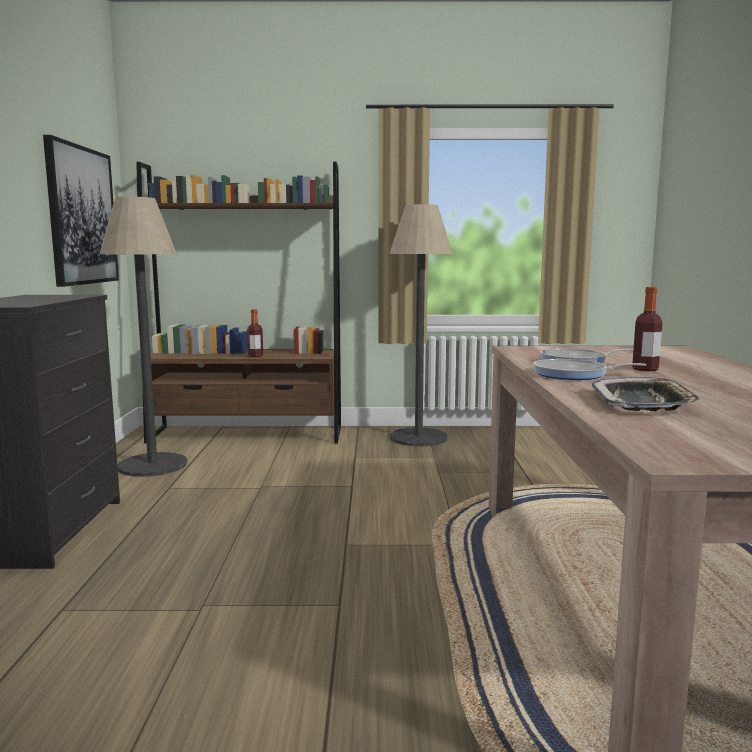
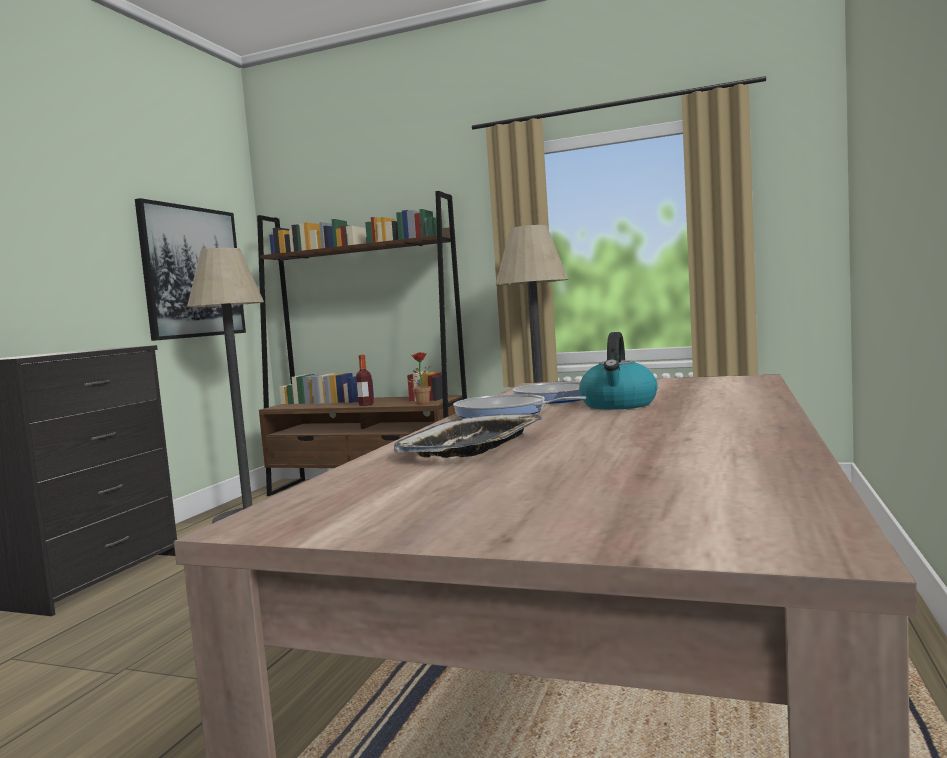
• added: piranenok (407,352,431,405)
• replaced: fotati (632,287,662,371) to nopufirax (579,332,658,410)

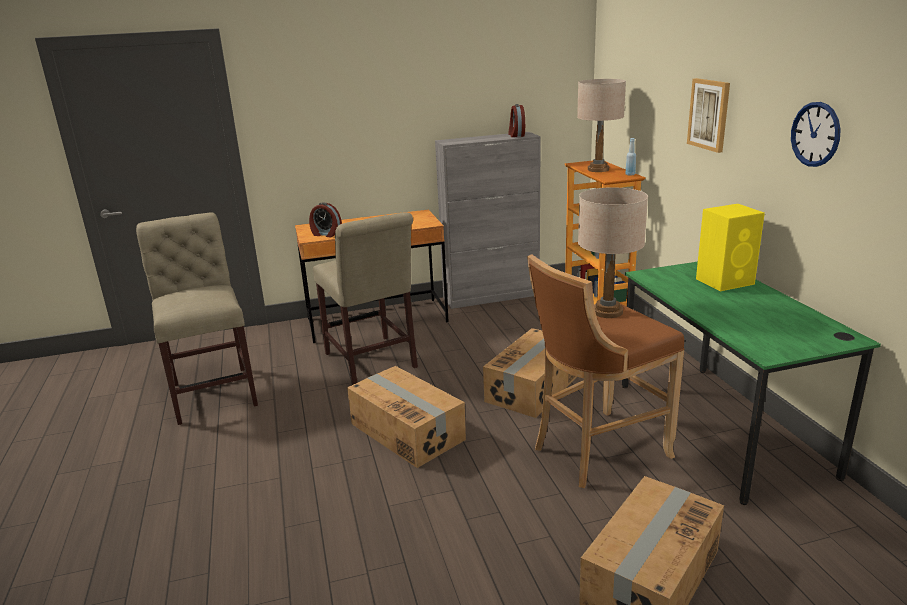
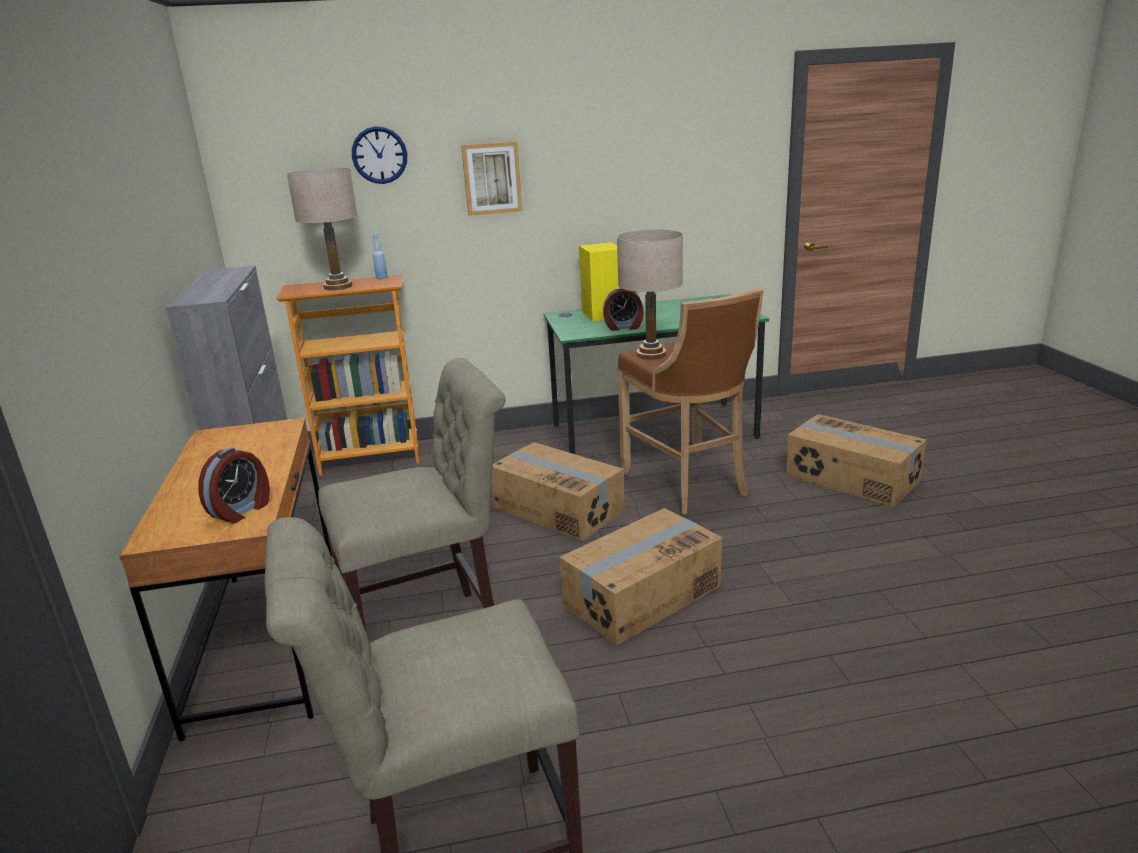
• moved: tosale (791,102,841,167) to (352,126,407,184)
• moved: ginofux (508,104,525,137) to (603,288,644,331)

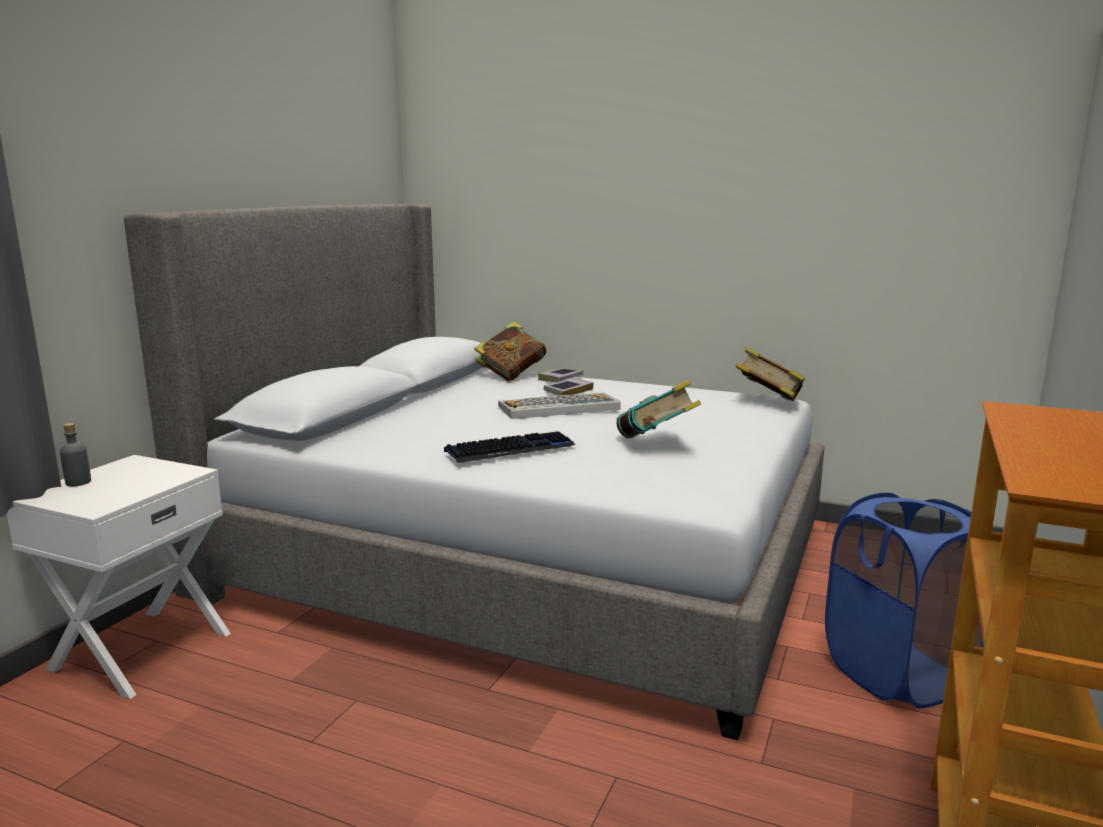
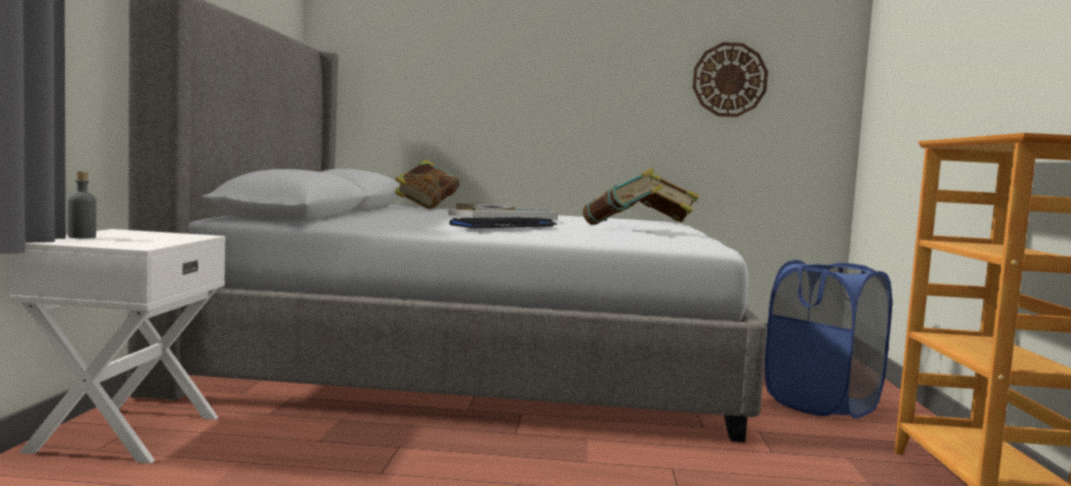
• added: tosale (693,42,768,117)

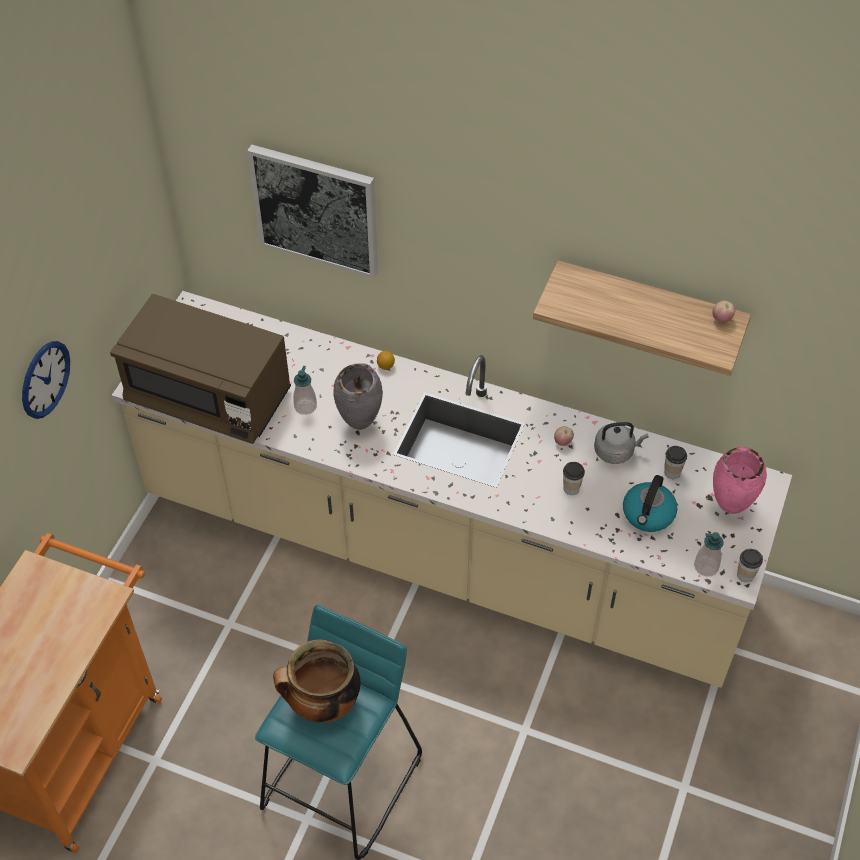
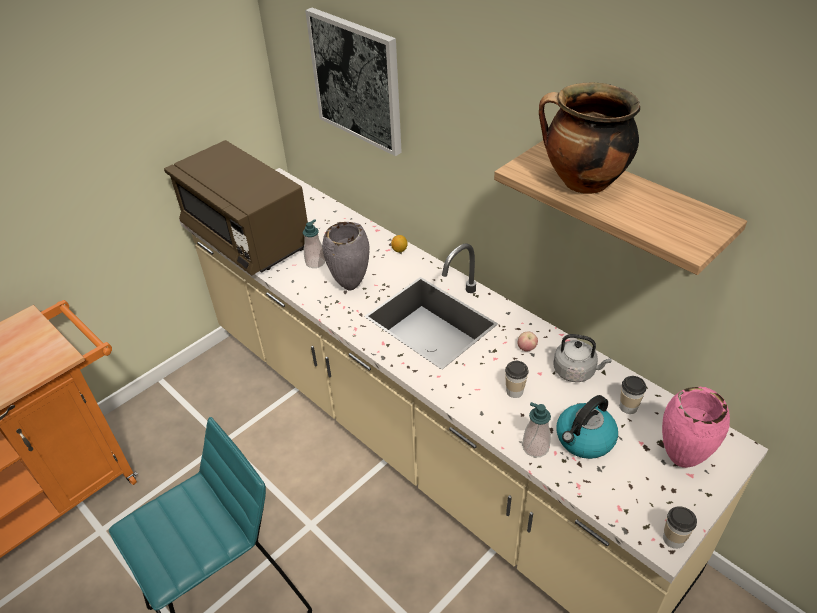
• moved: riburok (694,532,724,576) to (522,402,551,457)
• moved: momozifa (273,639,361,723) to (539,83,640,194)
• removed: tosale (22,341,70,419)
• removed: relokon (713,300,735,323)

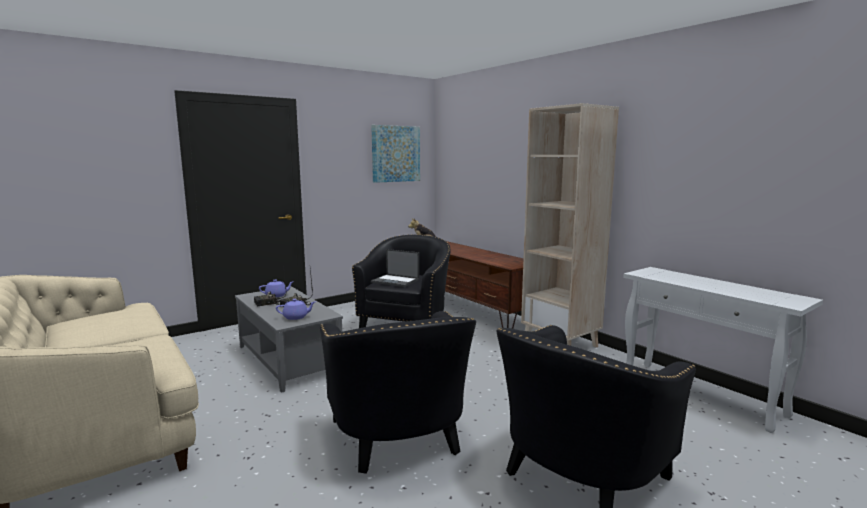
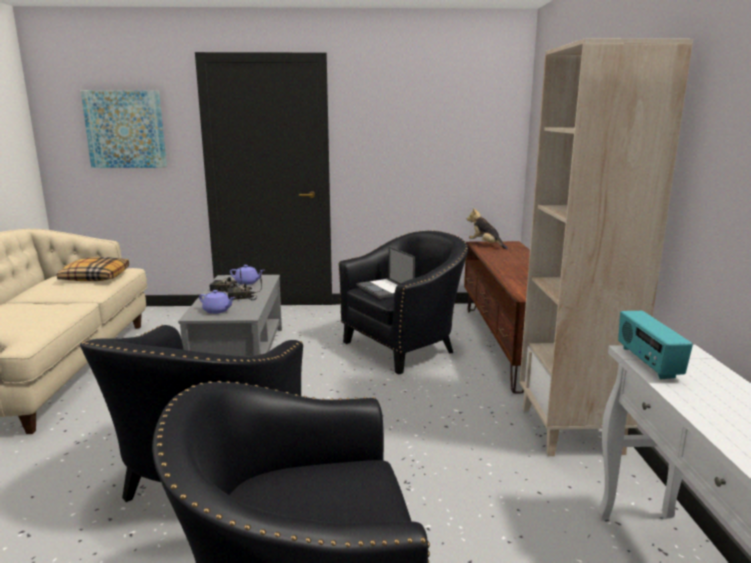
• added: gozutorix (57,257,129,281)
• moved: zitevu (371,125,420,183) to (81,90,167,168)
• added: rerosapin (618,311,693,379)

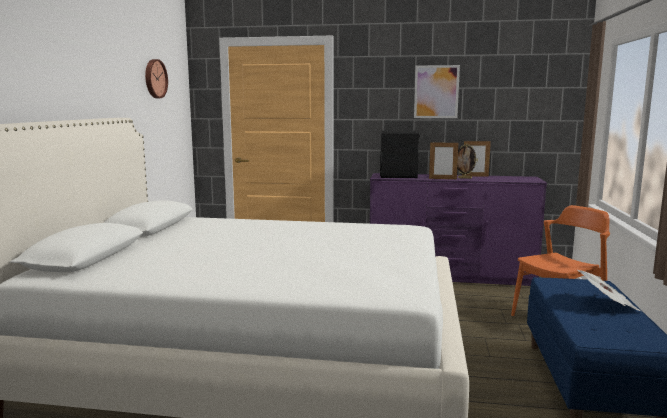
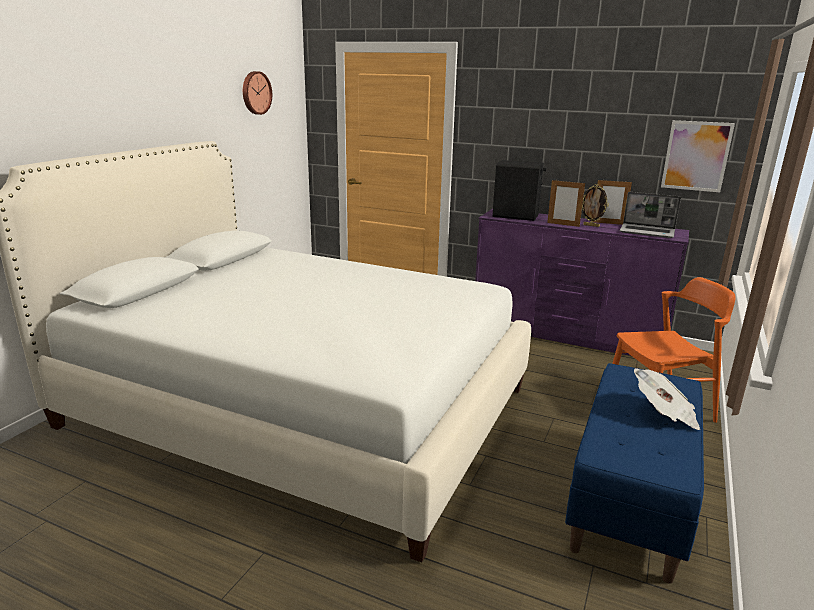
• added: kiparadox (619,192,681,238)
• moved: zitevu (414,65,460,118) to (661,120,735,192)

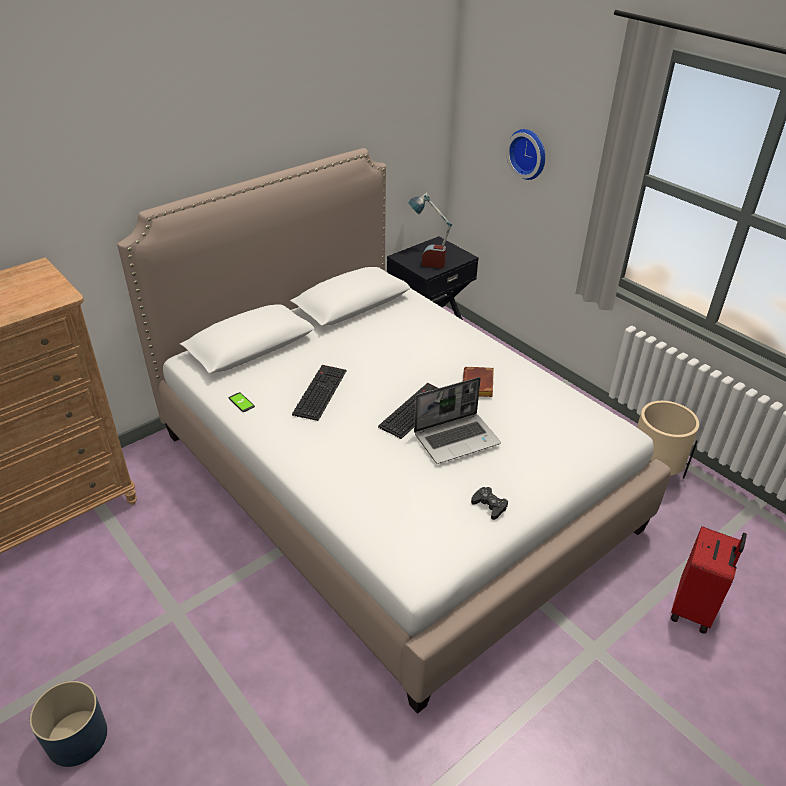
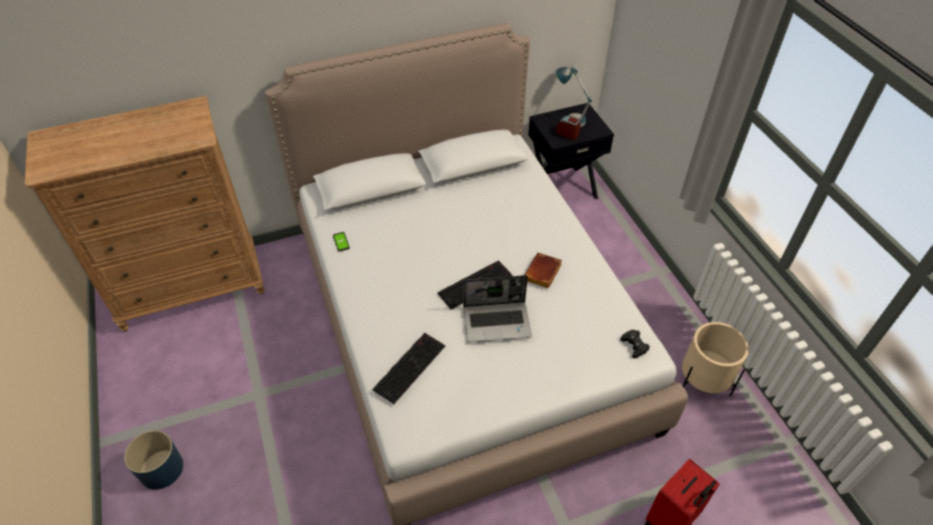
• moved: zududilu (292,365,347,421) to (373,333,445,404)
• moved: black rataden (471,487,508,520) to (621,330,650,358)
• removed: tosale (506,129,545,180)

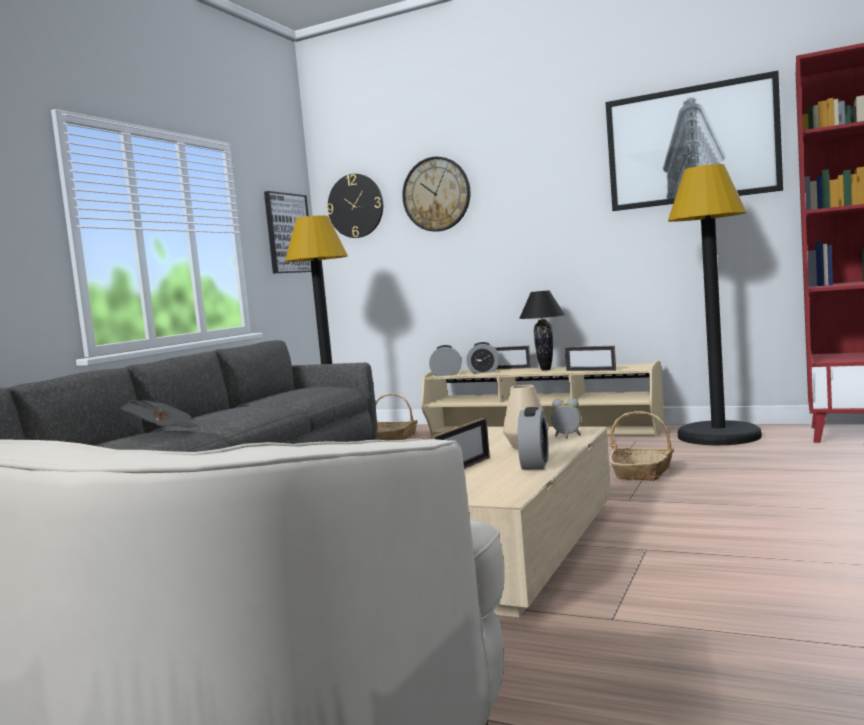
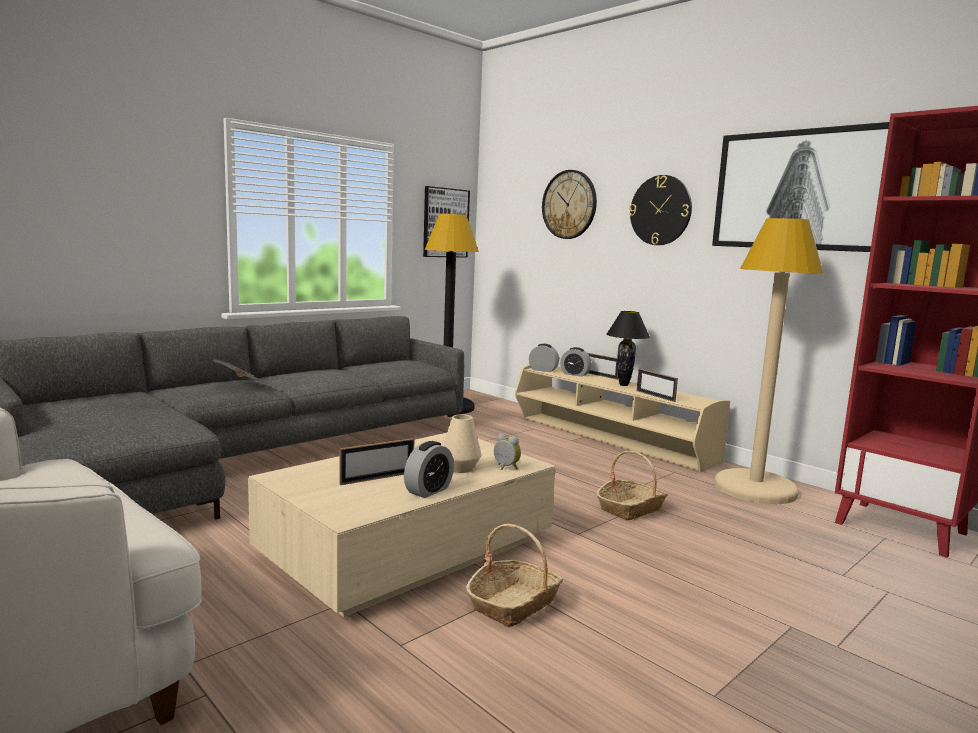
• moved: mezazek (374,394,417,440) to (466,524,563,627)
• moved: tosale (327,174,383,238) to (629,175,692,245)
• recoloured: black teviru (668,164,762,445) to beige teviru (714,218,824,504)

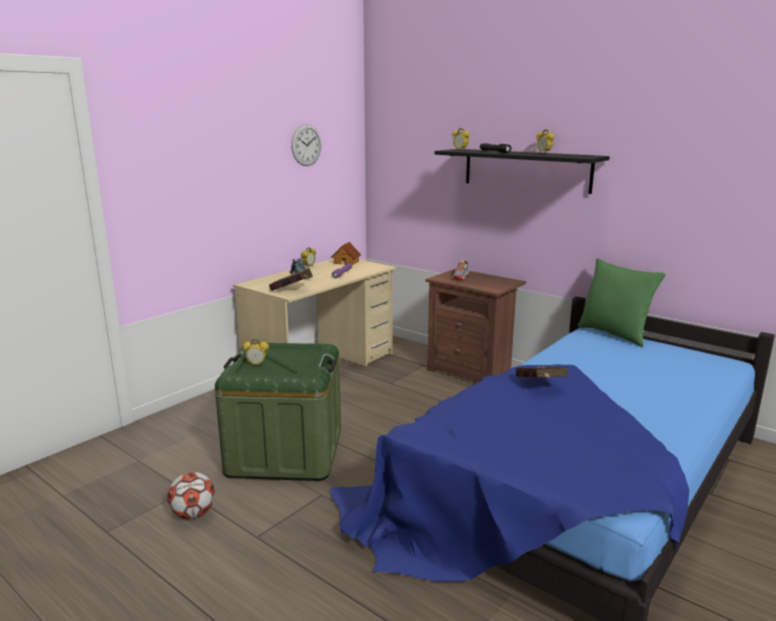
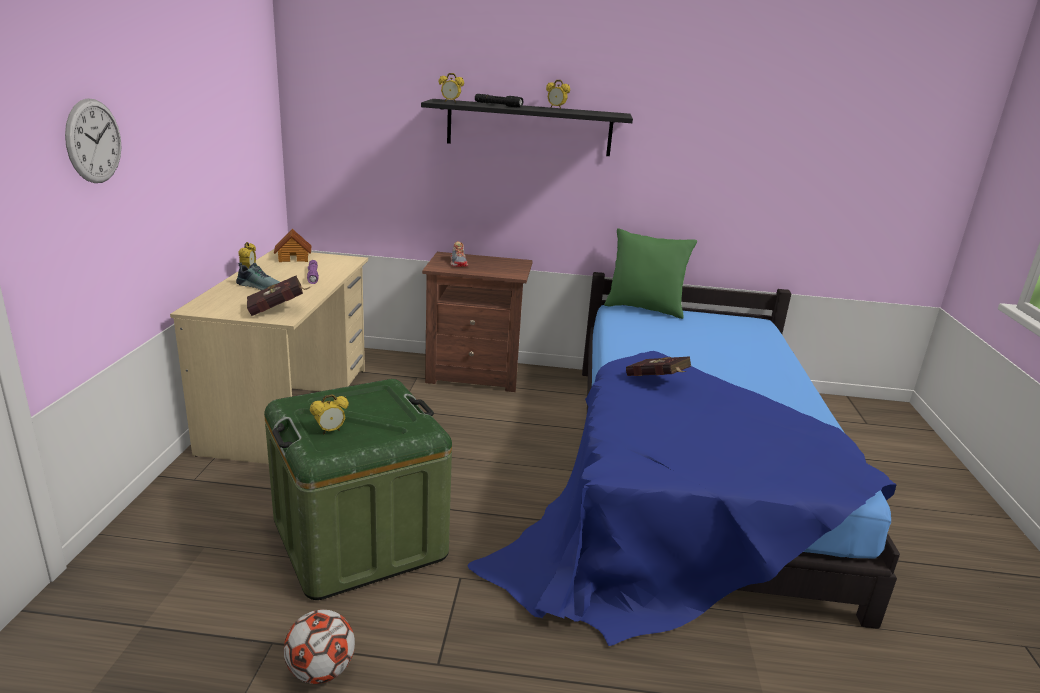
• moved: tosale (291,124,321,166) to (65,98,121,183)

